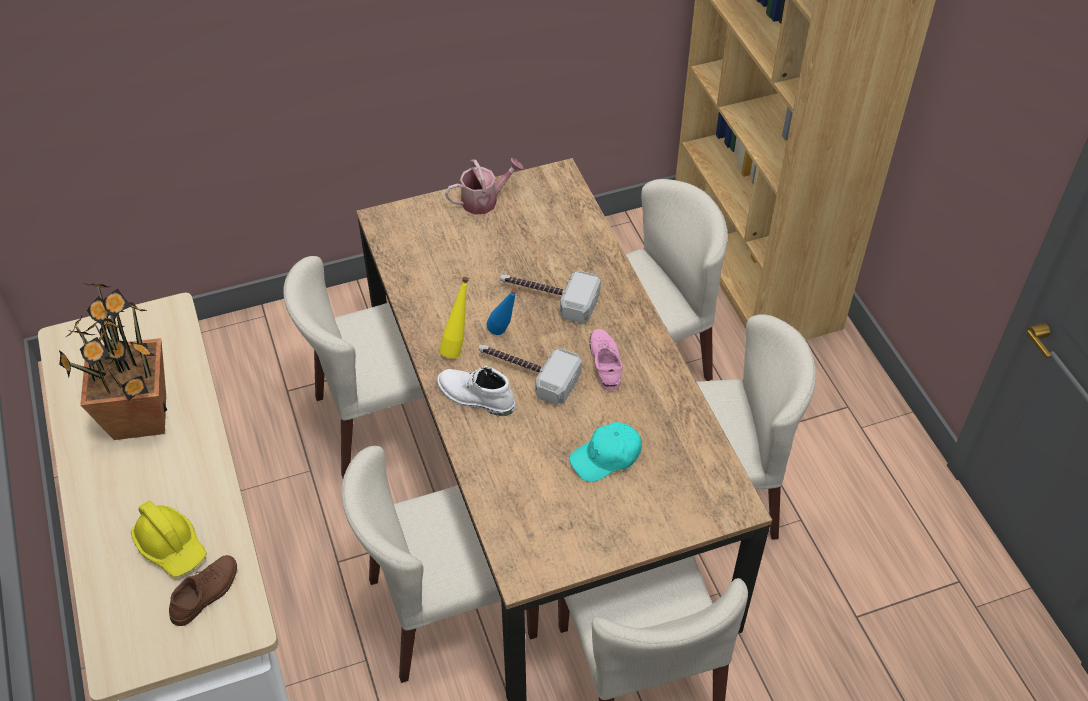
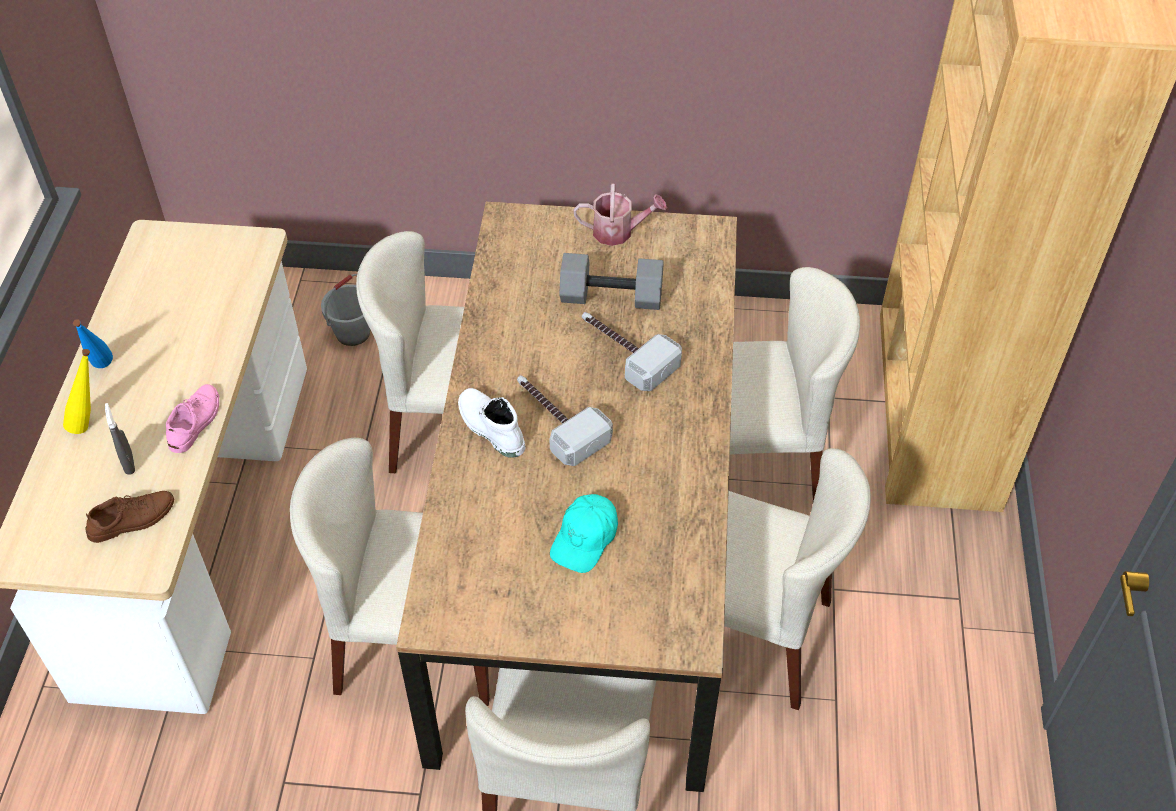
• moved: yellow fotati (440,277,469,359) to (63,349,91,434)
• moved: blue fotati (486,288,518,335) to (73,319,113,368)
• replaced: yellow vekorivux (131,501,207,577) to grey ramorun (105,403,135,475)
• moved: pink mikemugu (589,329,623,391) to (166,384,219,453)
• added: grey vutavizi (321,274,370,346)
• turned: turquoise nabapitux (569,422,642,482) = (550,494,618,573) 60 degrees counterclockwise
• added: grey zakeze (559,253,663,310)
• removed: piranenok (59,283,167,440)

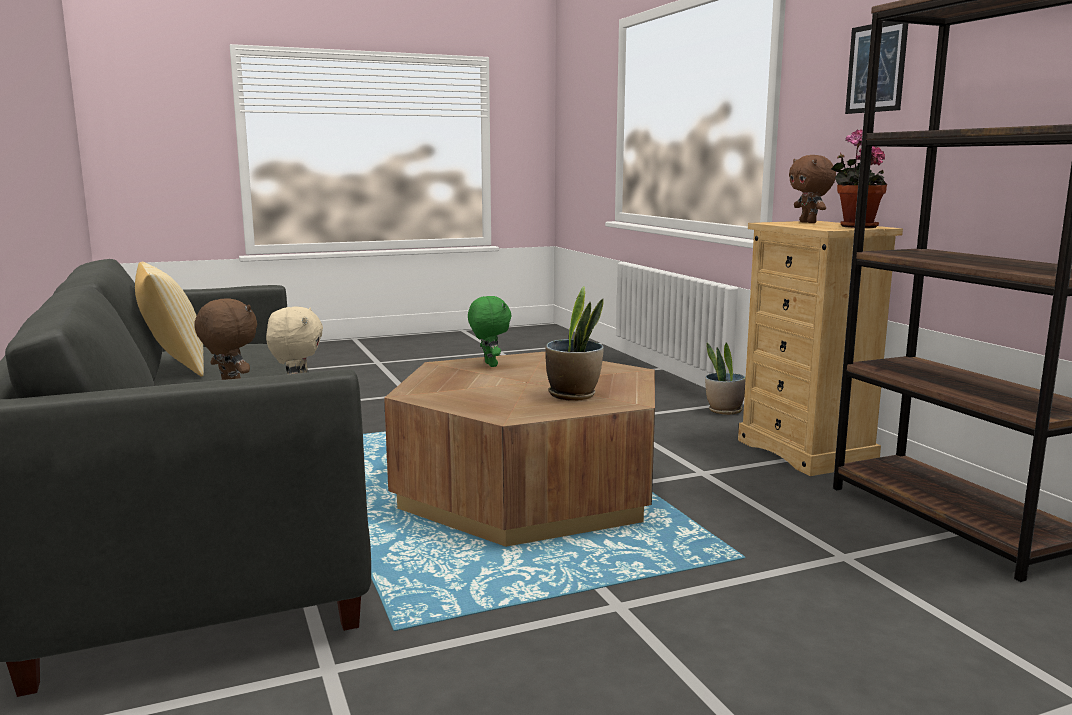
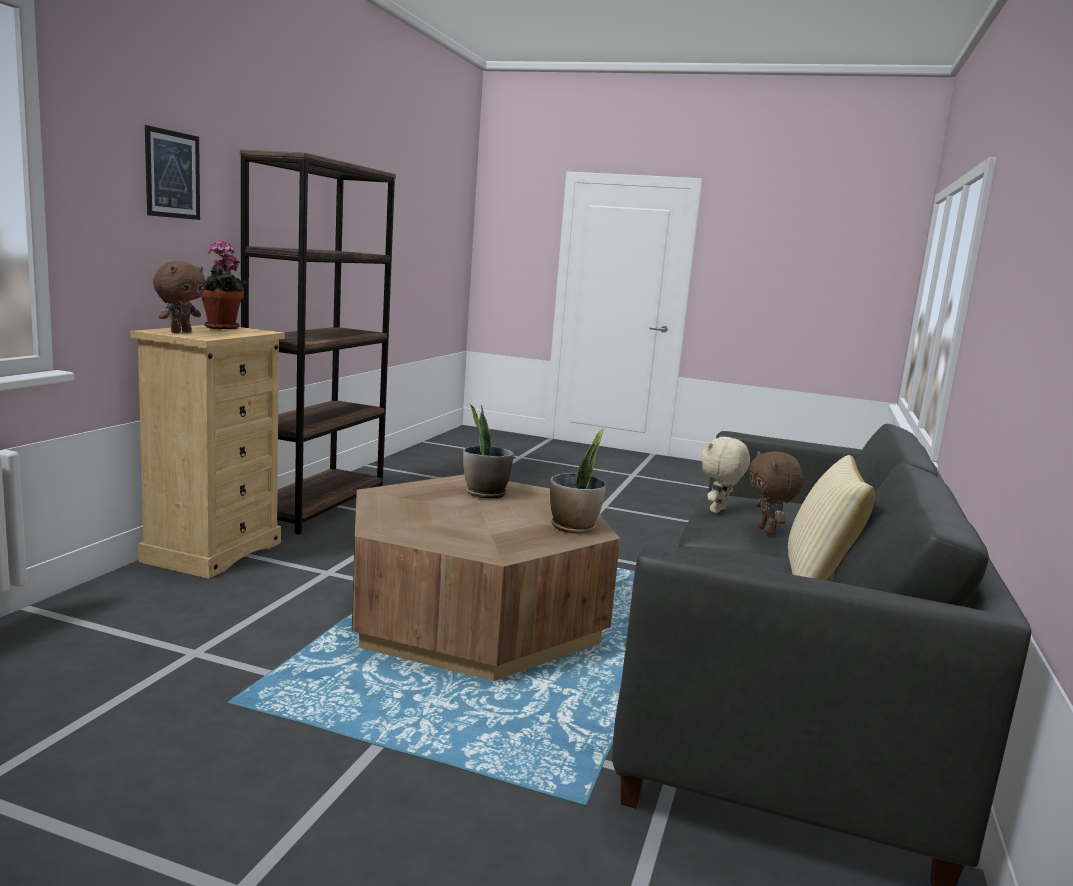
• moved: piranenok (705,343,746,415) to (550,428,606,534)
• removed: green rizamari (468,296,511,367)

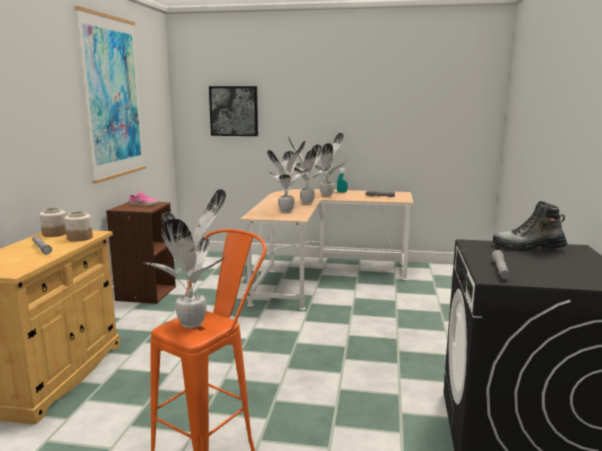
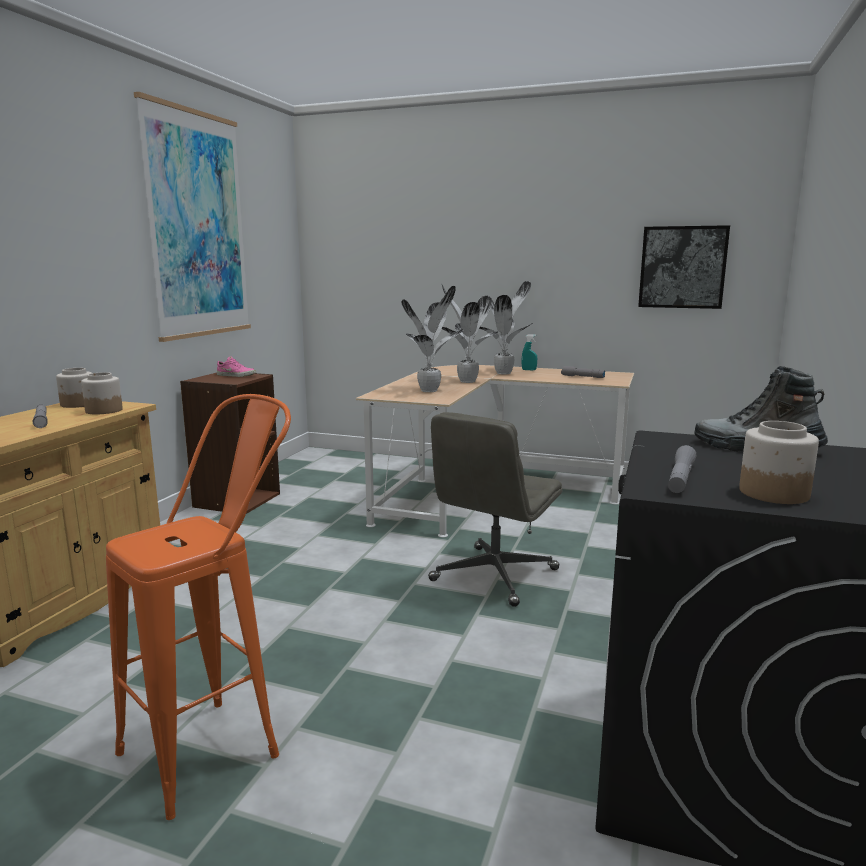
• added: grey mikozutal (428,412,562,607)
• moved: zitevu (209,86,258,136) to (638,225,730,309)
• added: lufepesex (739,421,819,504)
• removed: piranenok (143,189,226,328)

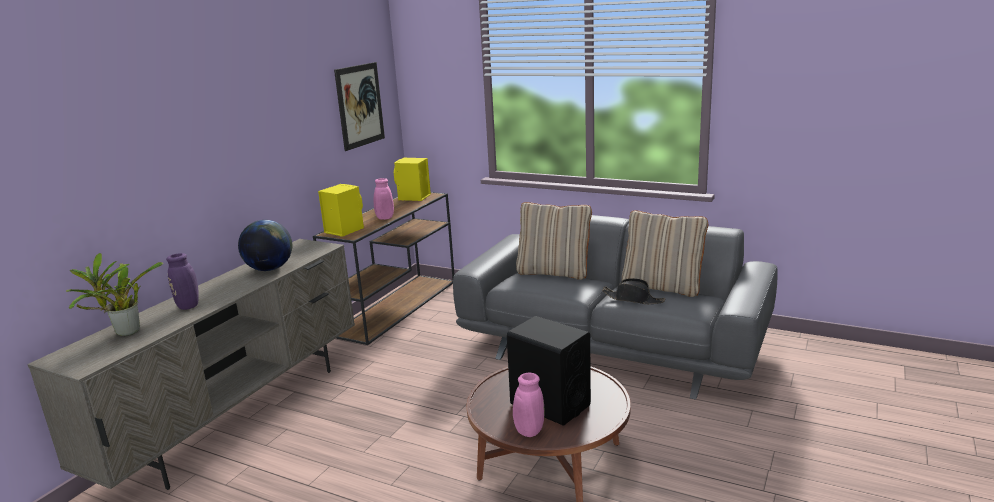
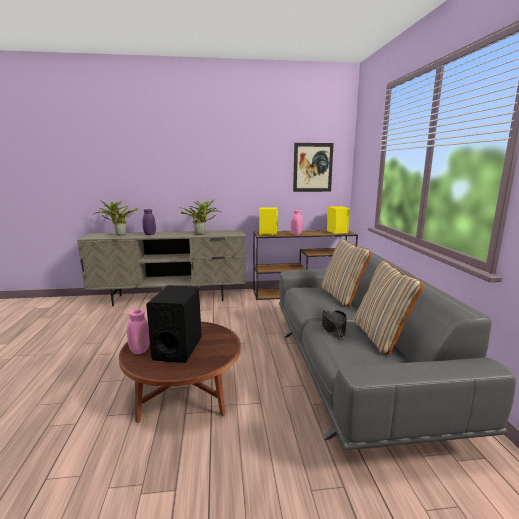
• replaced: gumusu (238,220,292,271) to piranenok (181,200,221,235)

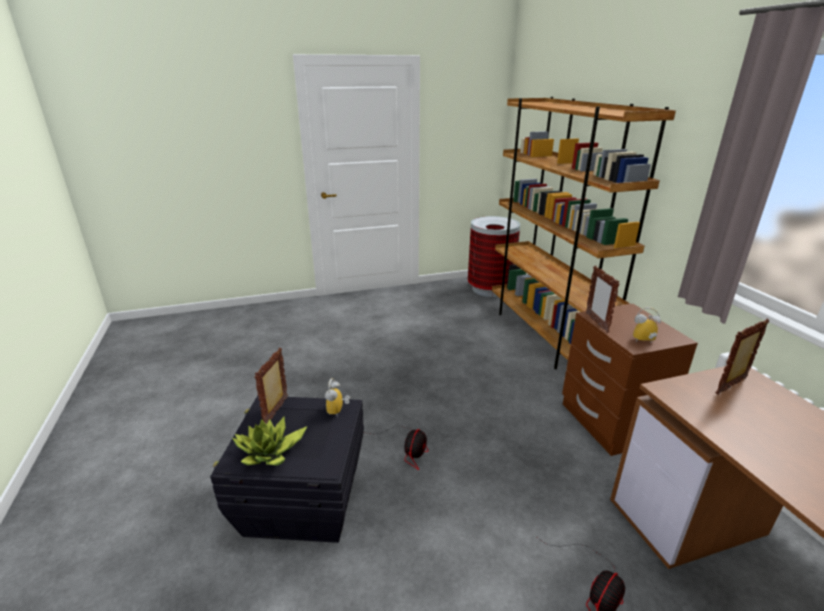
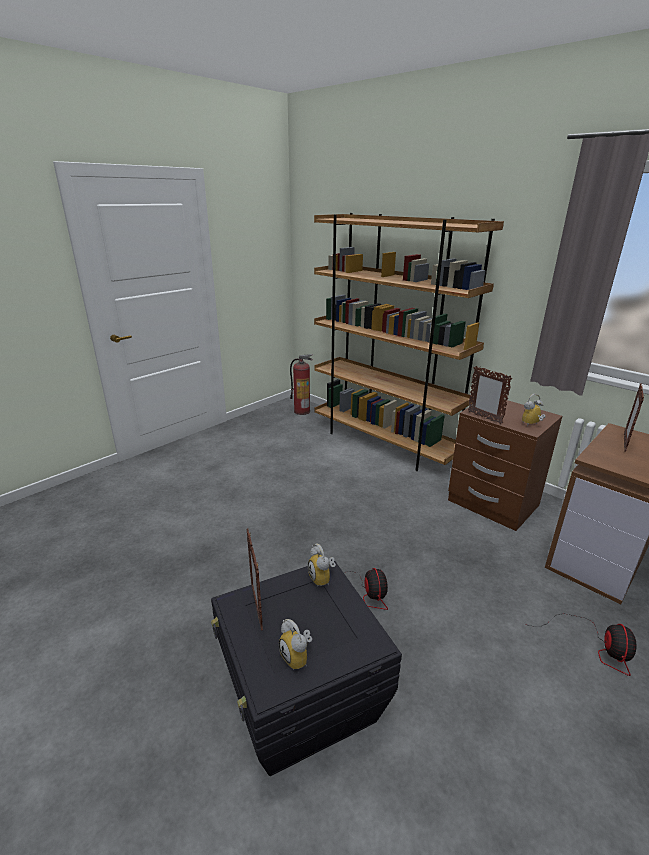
• replaced: piranenok (232,417,307,466) to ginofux (279,619,312,670)
• replaced: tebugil (468,216,520,297) to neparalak (290,354,313,415)

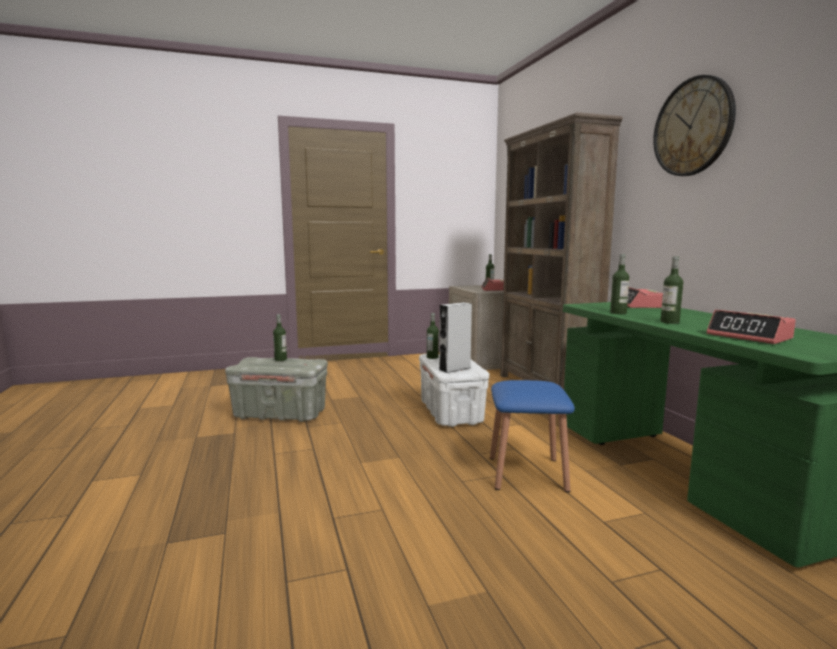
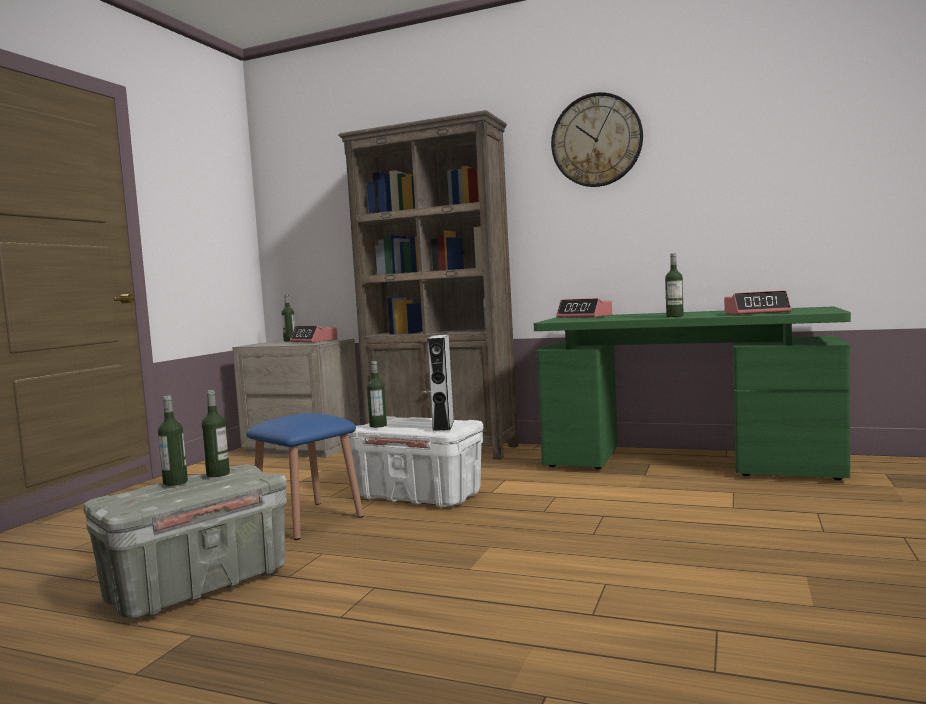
• moved: fotati (610,254,629,314) to (202,390,230,477)
• moved: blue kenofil (490,380,575,493) to (246,413,364,540)

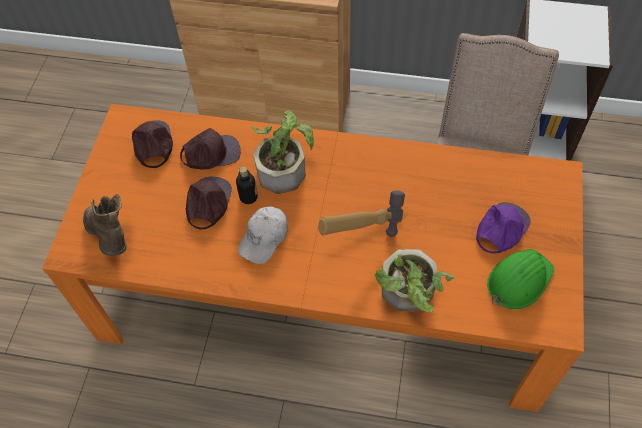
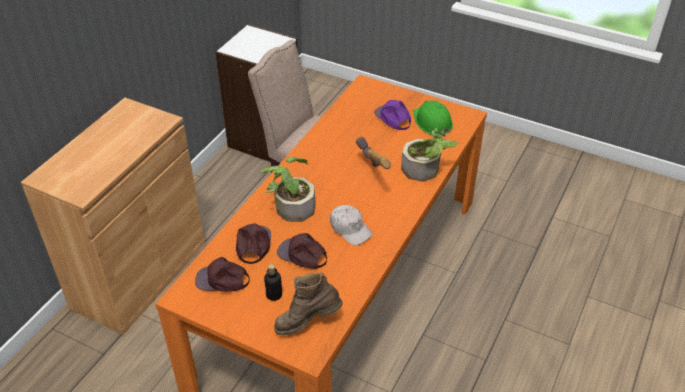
• moved: fotati (236,166,258,204) to (264,264,282,301)

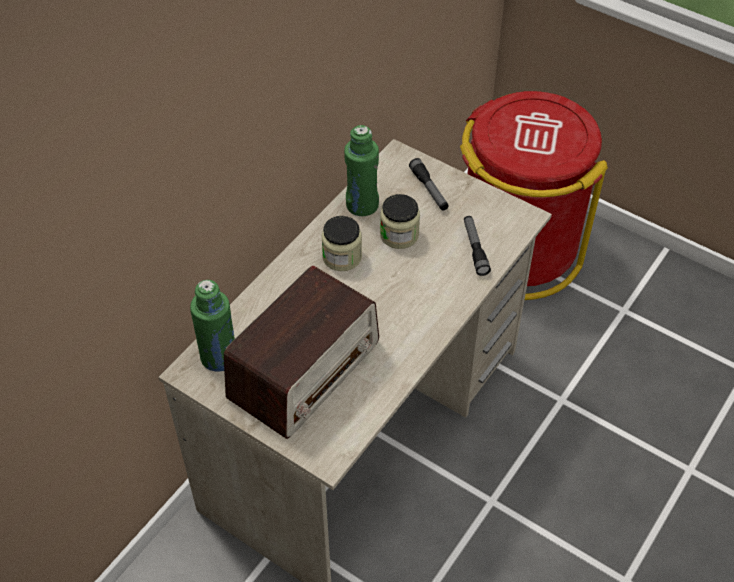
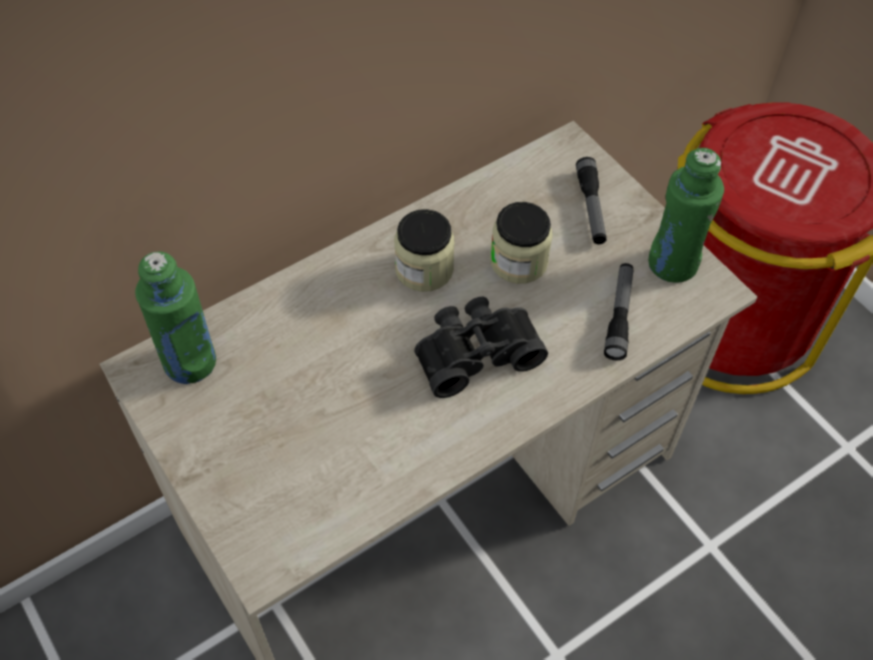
• added: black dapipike (414,297,548,398)
• moved: green fotati (344,125,379,216) to (648,148,724,283)
• removed: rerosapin (224,266,379,439)

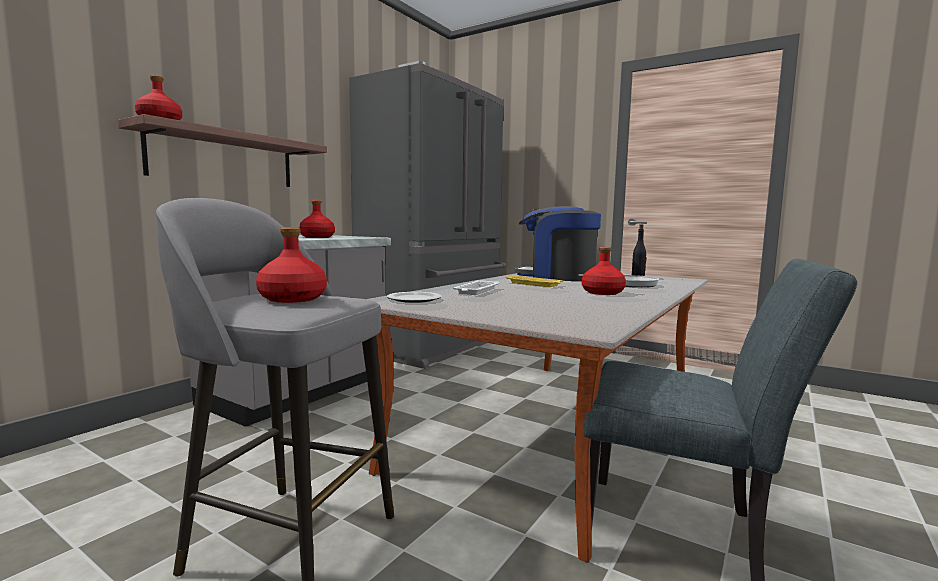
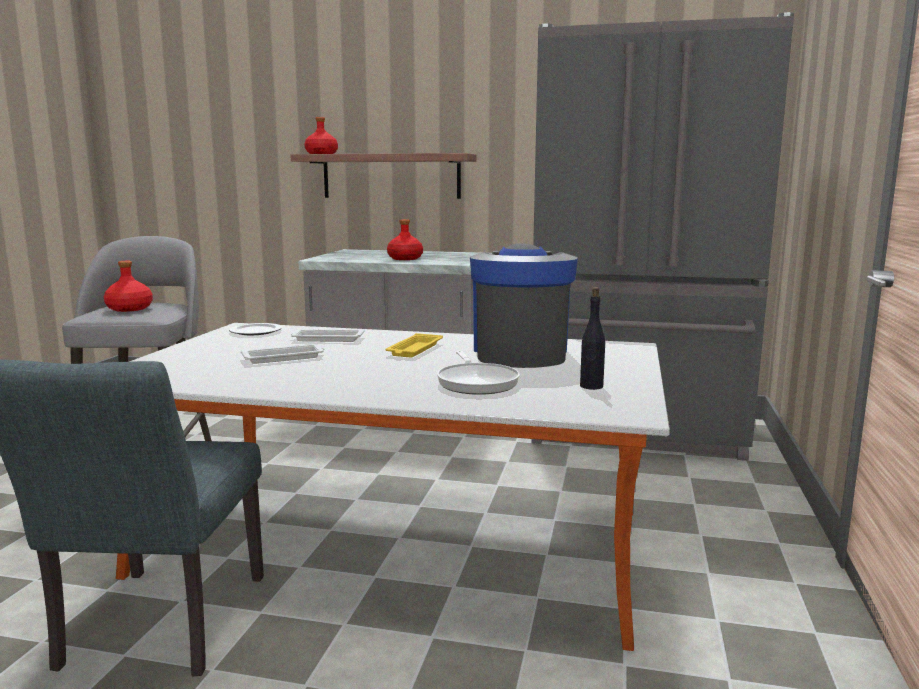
• added: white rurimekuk (241,344,324,364)
• removed: red fotati (582,247,626,295)

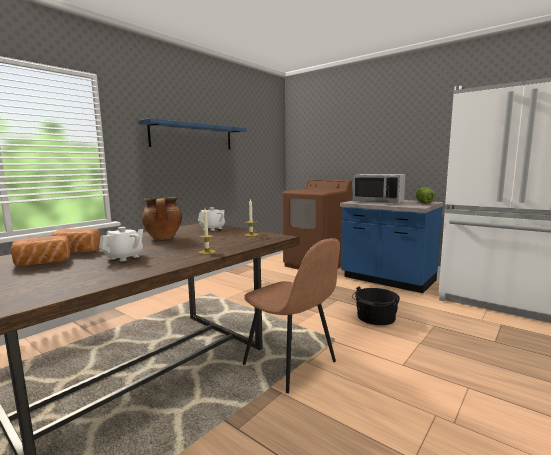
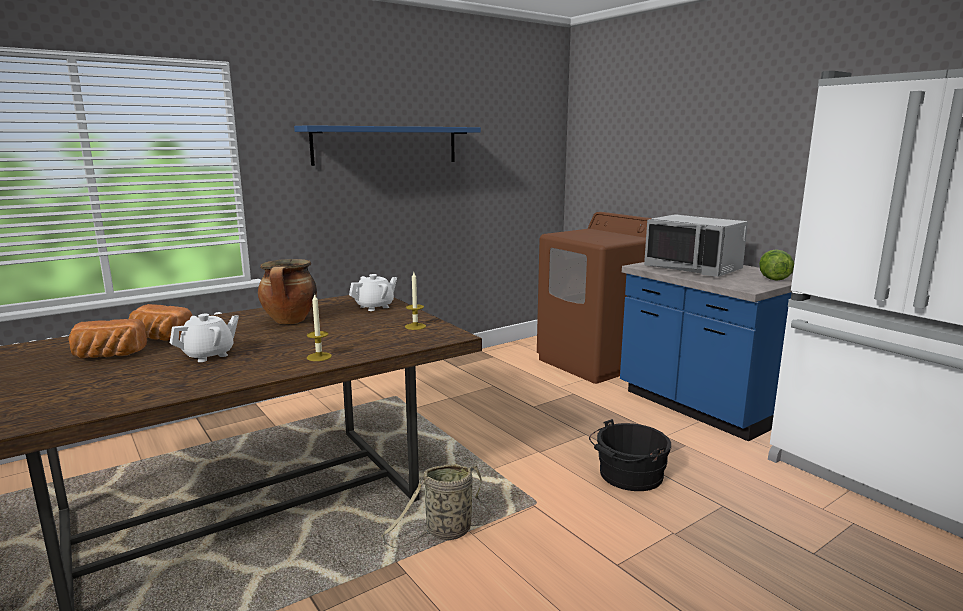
• replaced: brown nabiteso (243,238,340,393) to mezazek (381,464,493,548)

